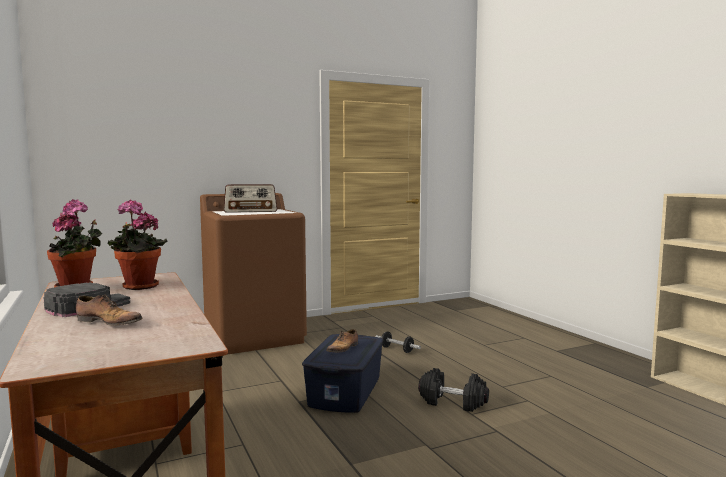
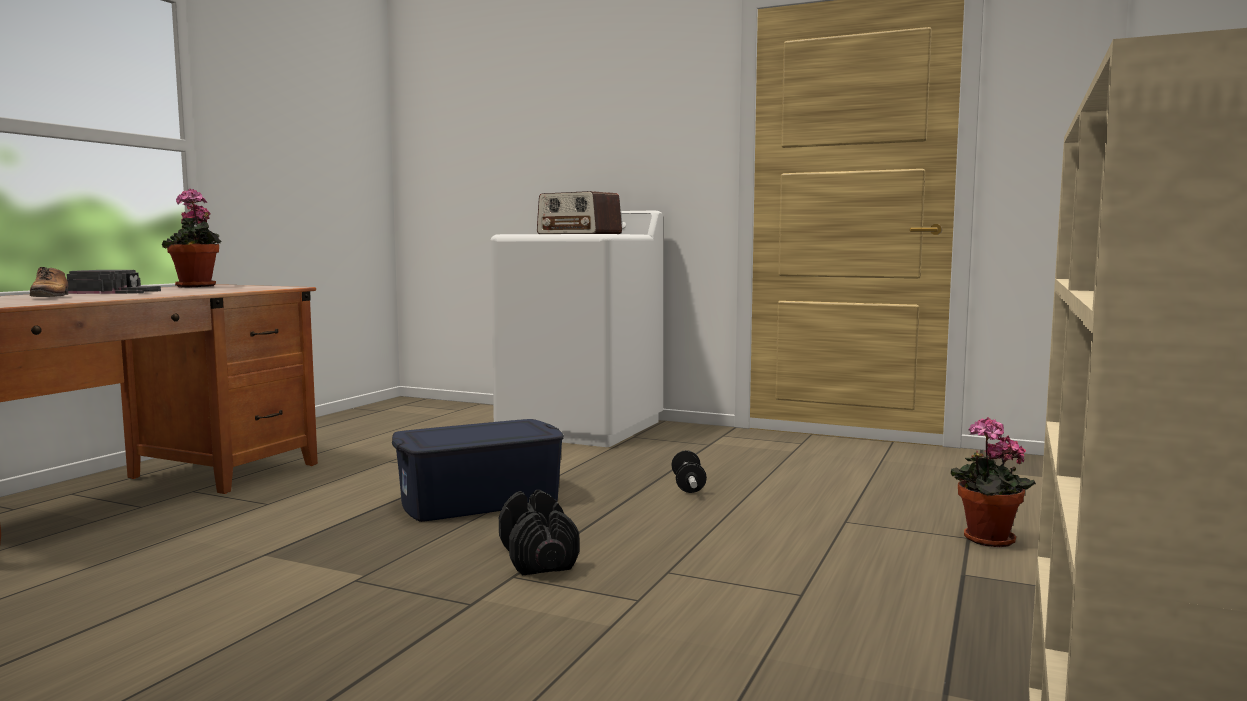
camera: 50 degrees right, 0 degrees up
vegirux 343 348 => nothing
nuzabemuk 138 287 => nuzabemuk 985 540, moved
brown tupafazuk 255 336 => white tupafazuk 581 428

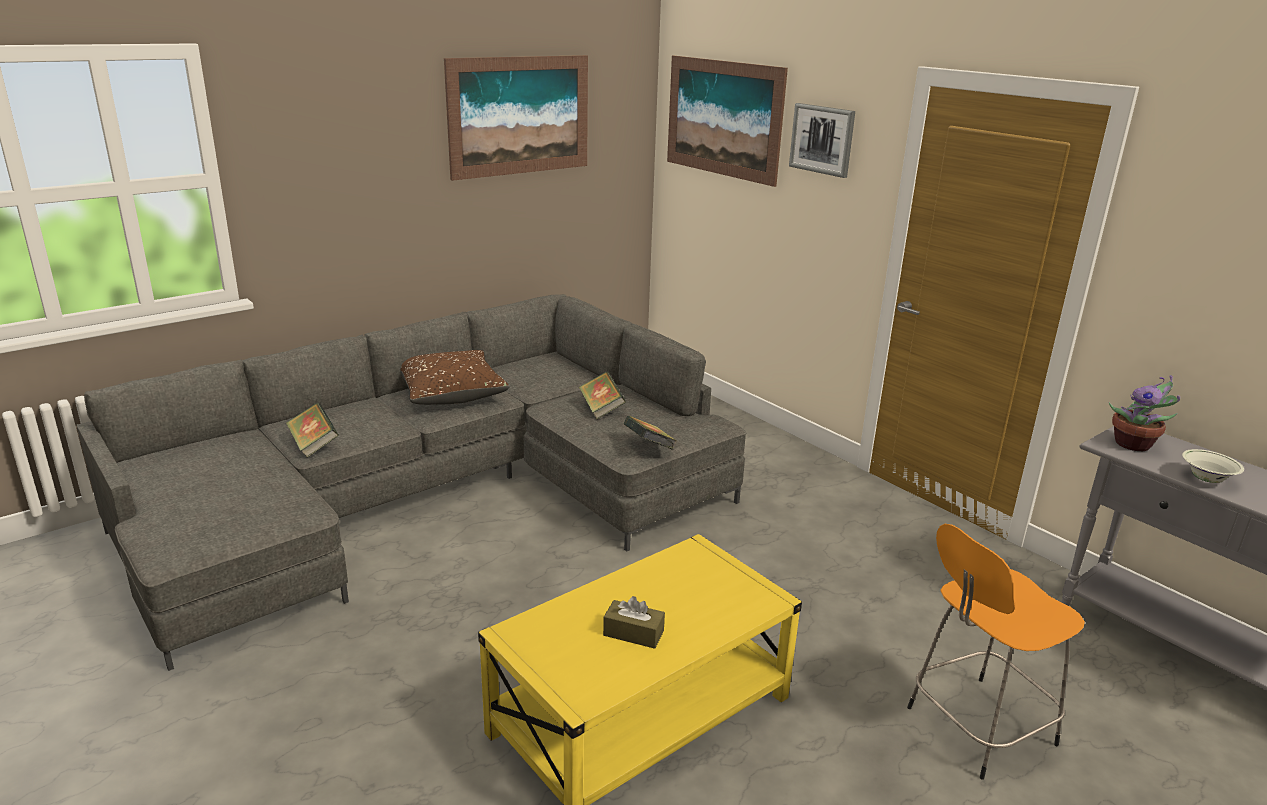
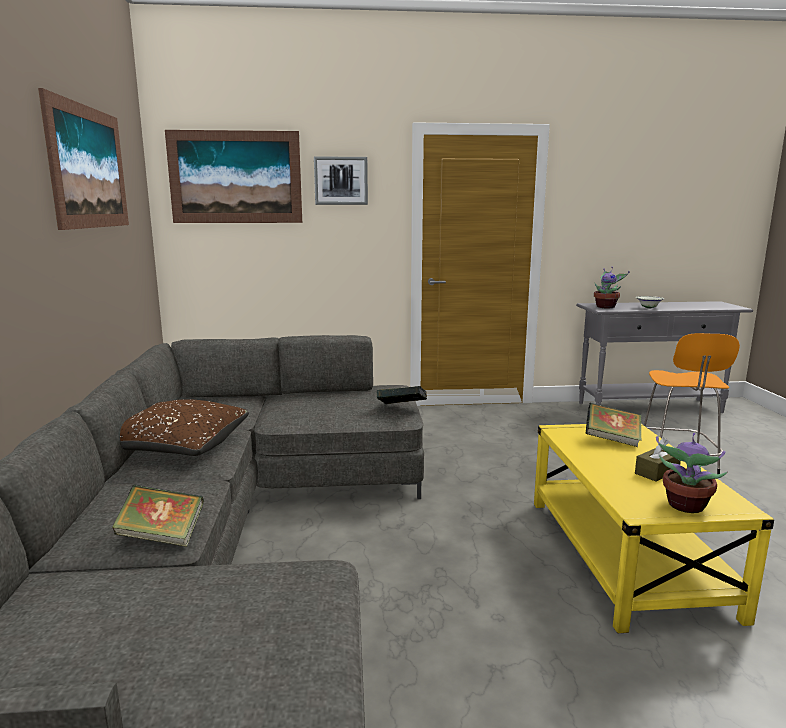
camera: 55 degrees left, 10 degrees down
nothing => nuzabemuk 685 506
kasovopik 601 409 => kasovopik 612 440, moved

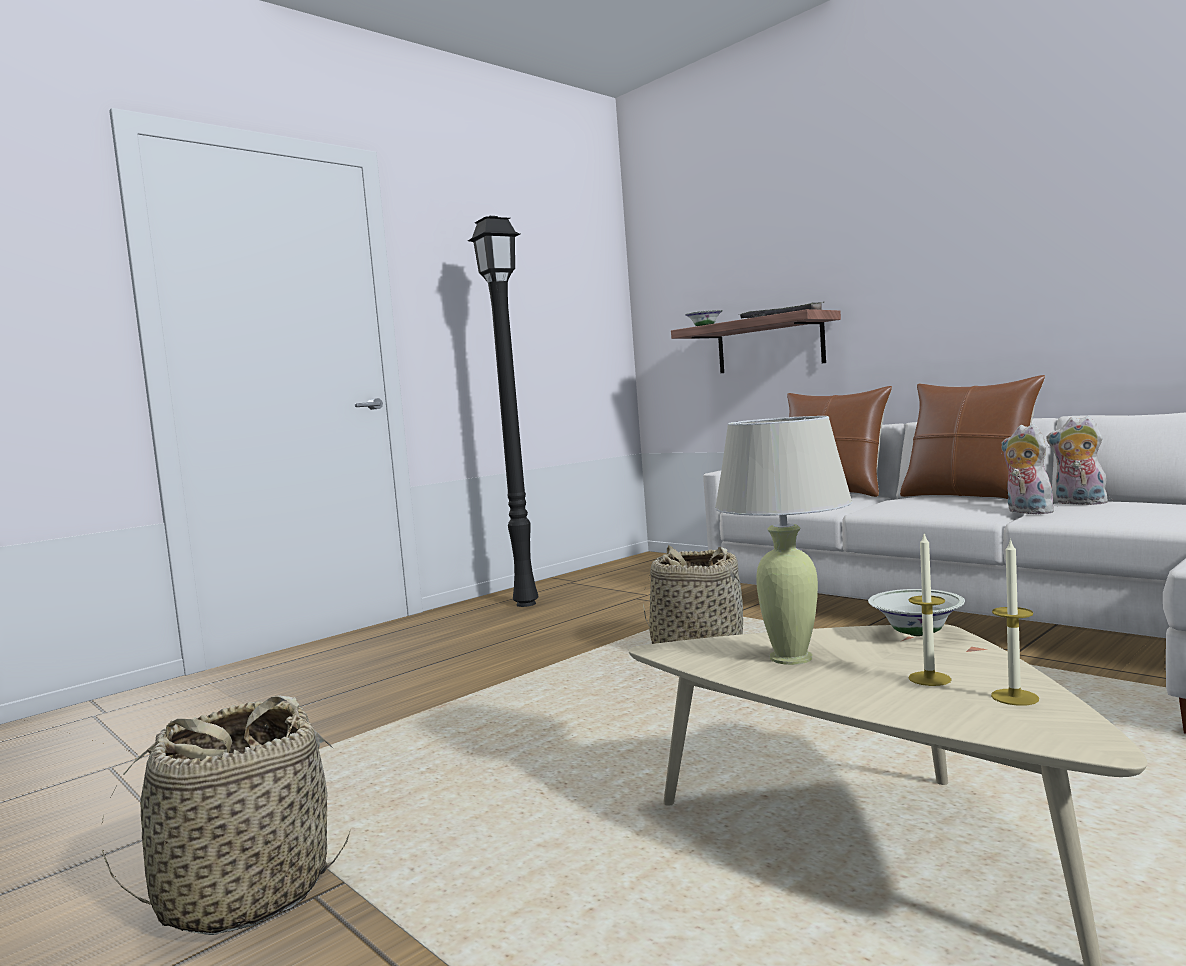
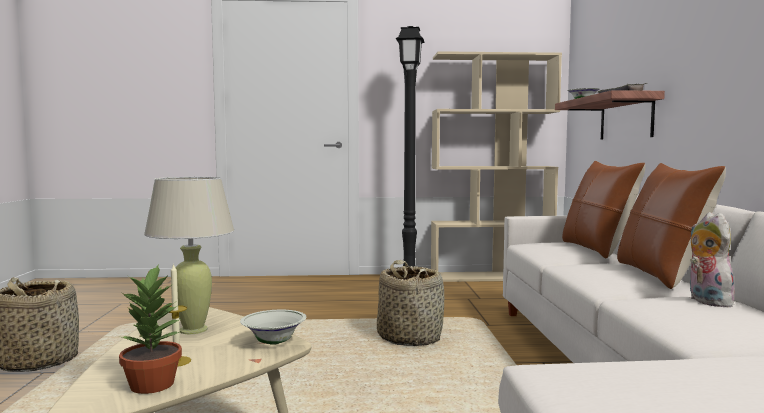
camera: 40 degrees right, 0 degrees up
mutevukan 1026 512 => nothing
nothing => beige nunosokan 491 277
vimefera 1014 697 => nuzabemuk 153 384

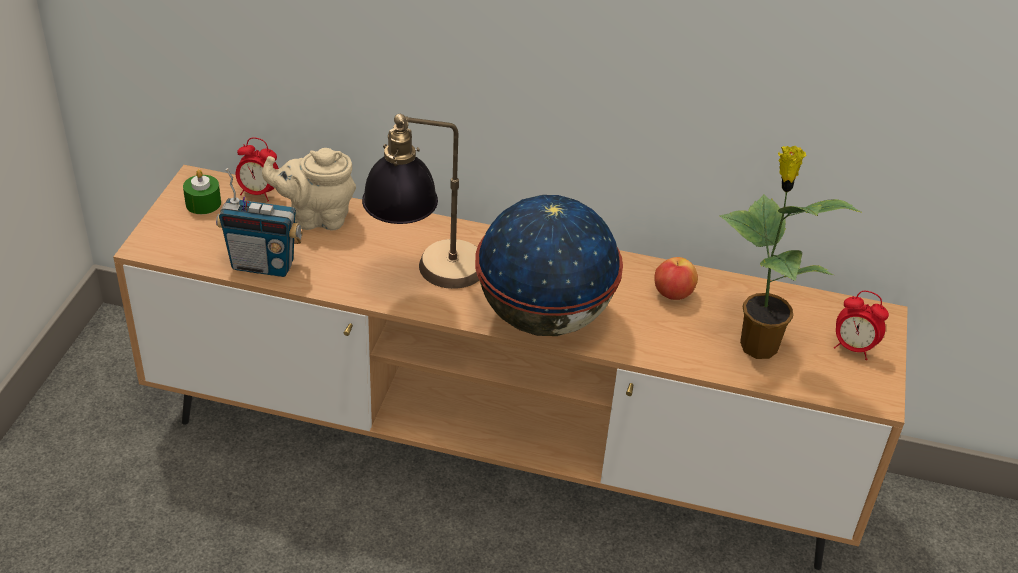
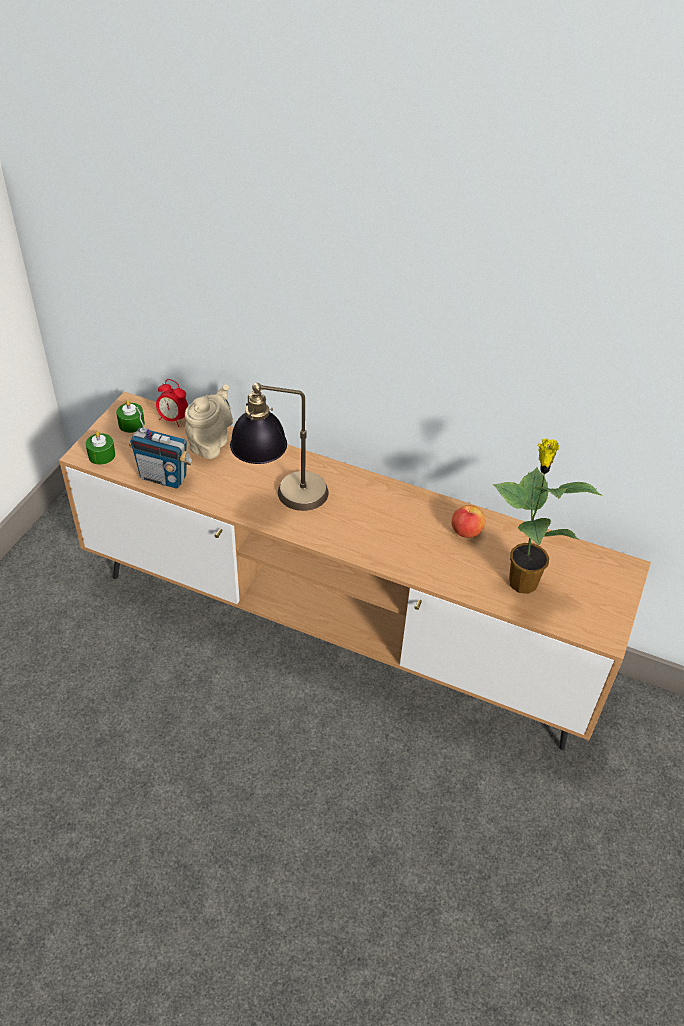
camera: 10 degrees right, 5 degrees up
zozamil 543 318 => nothing
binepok 853 348 => nothing
nothing => green vimefera 101 455
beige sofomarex 316 217 => beige sofomarex 211 443, 105 degrees clockwise

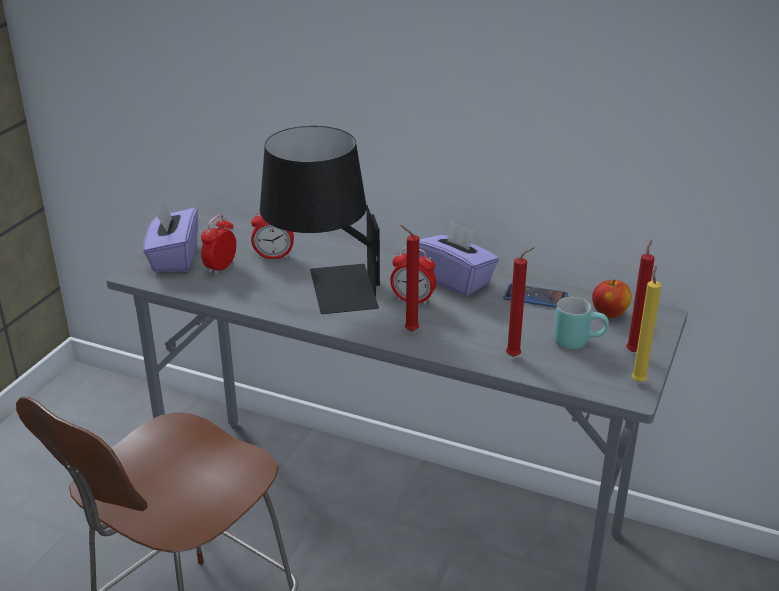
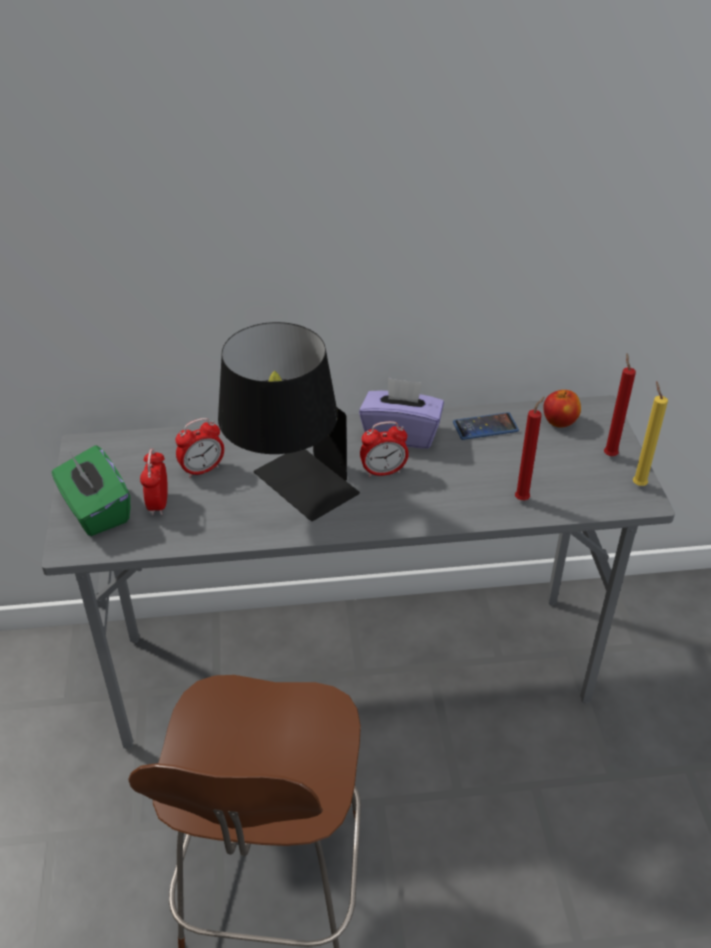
camera: 30 degrees left, 10 degrees up
red vimefera 409 330 => nothing
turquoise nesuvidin 578 341 => nothing
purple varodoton 174 258 => green varodoton 96 510

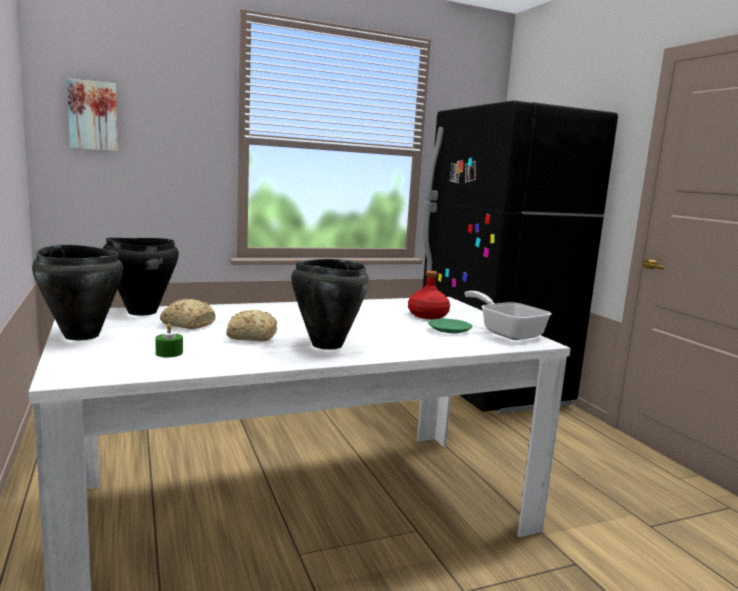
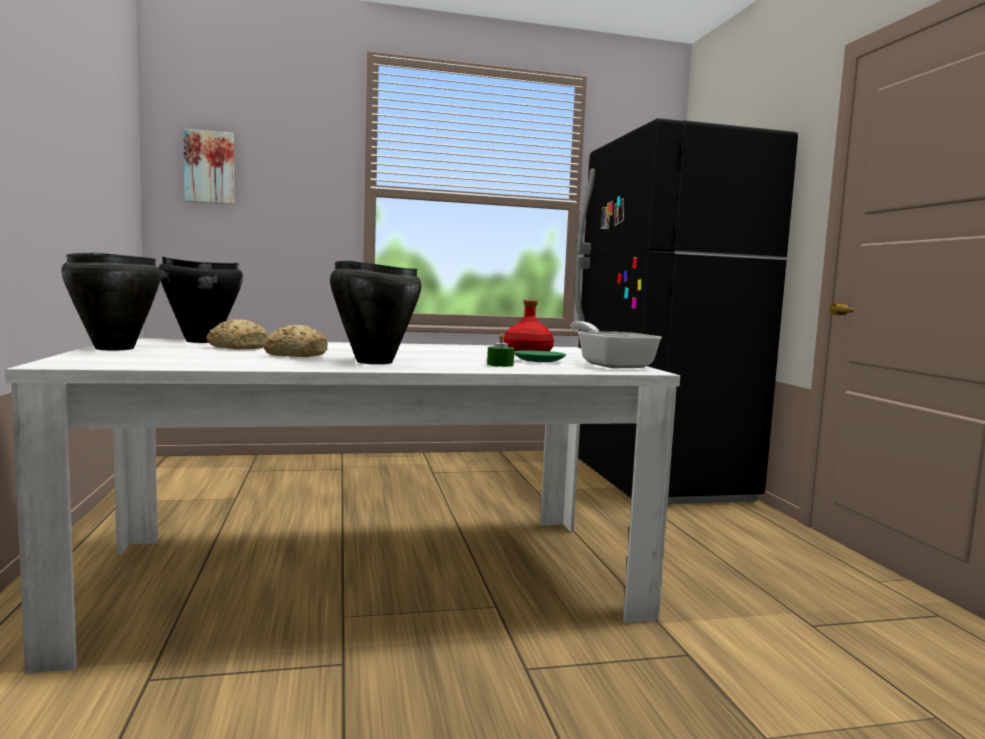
camera: 10 degrees right, 5 degrees down
green vimefera 169 353 => green vimefera 500 365, moved

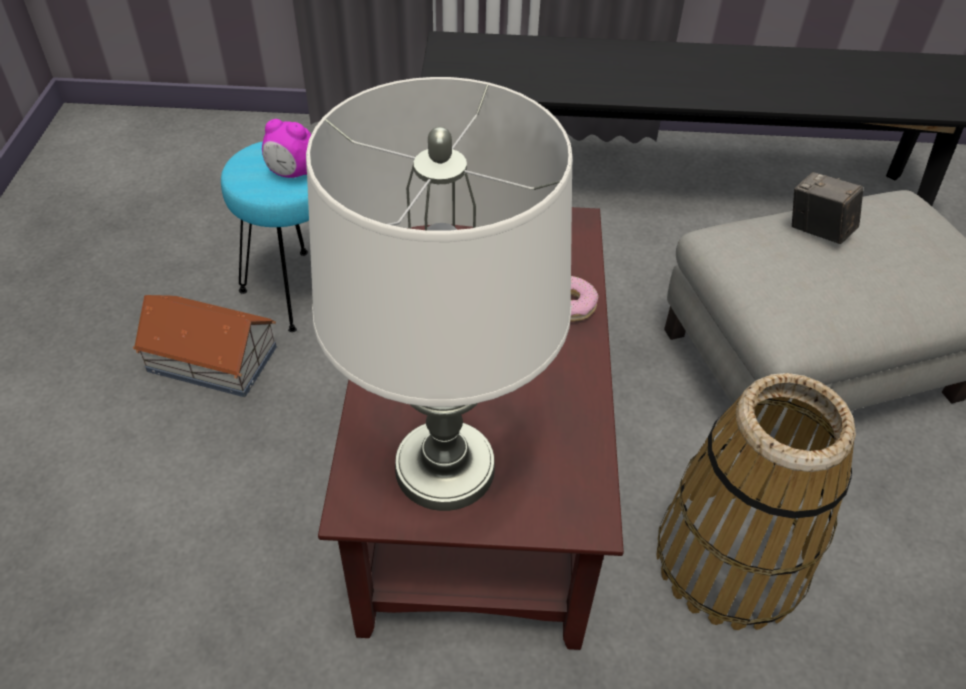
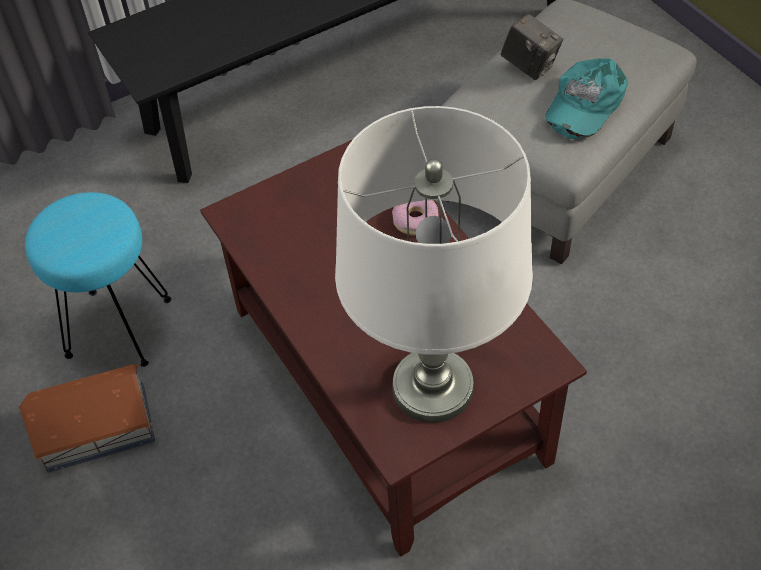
camera: 30 degrees left, 5 degrees up
binepok 292 173 => nothing
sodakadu 730 560 => nothing
nothing => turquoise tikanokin 584 103
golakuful 817 231 => golakuful 529 66, 150 degrees counterclockwise

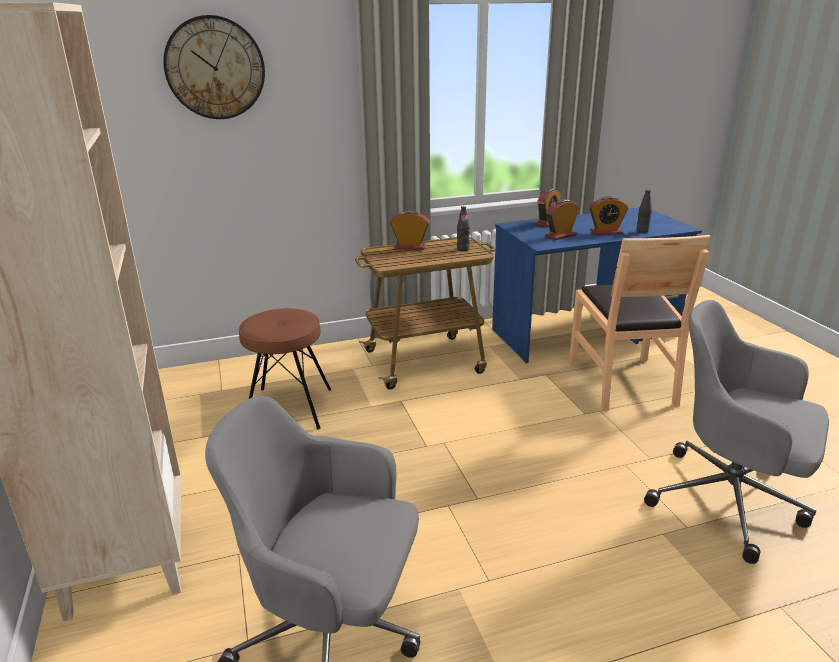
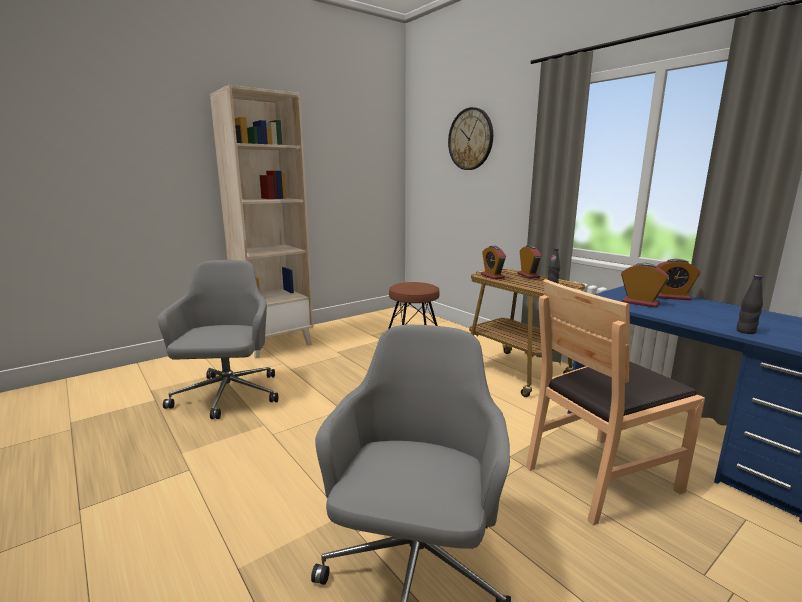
camera: 70 degrees right, 10 degrees down
binepok 606 232 => binepok 492 276, moved

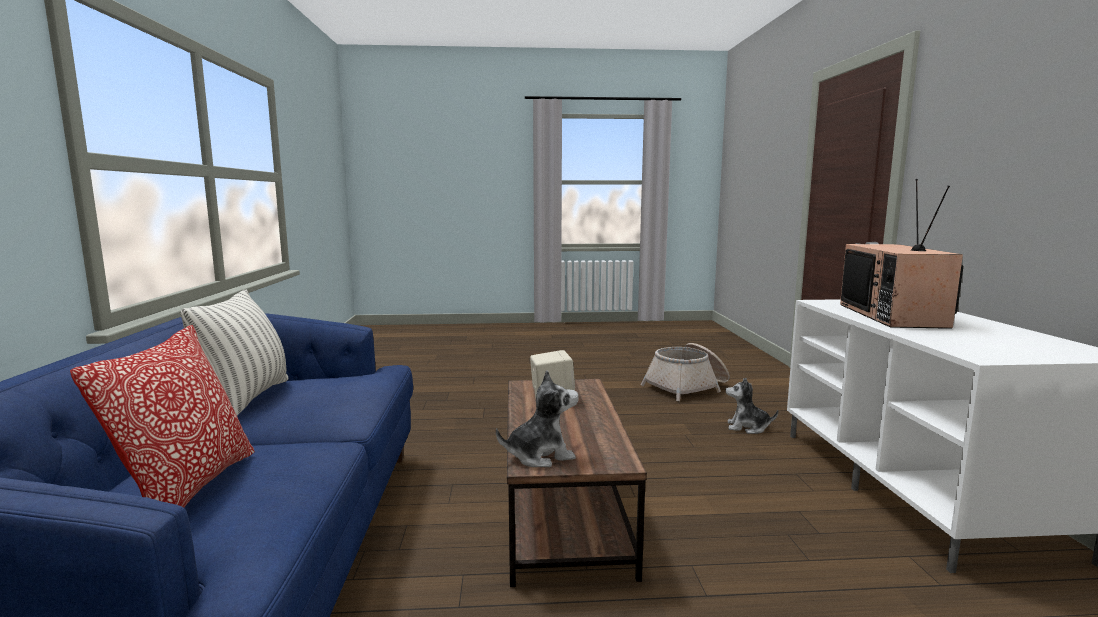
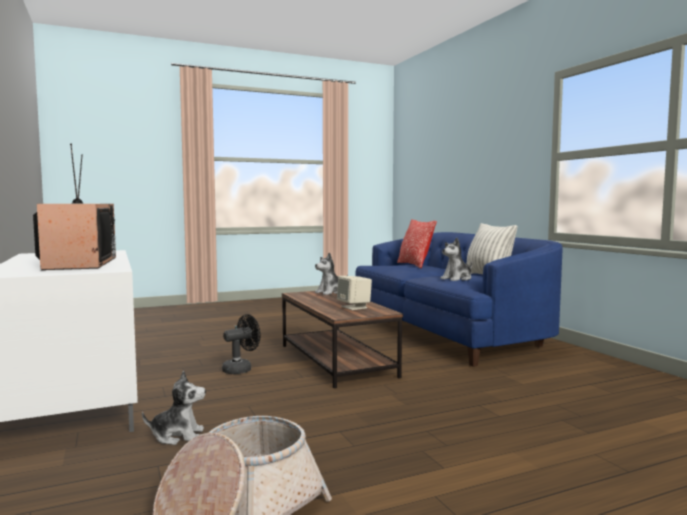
camera: 160 degrees right, 5 degrees down
nothing => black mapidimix 241 369
nothing => mutevukan 457 279

